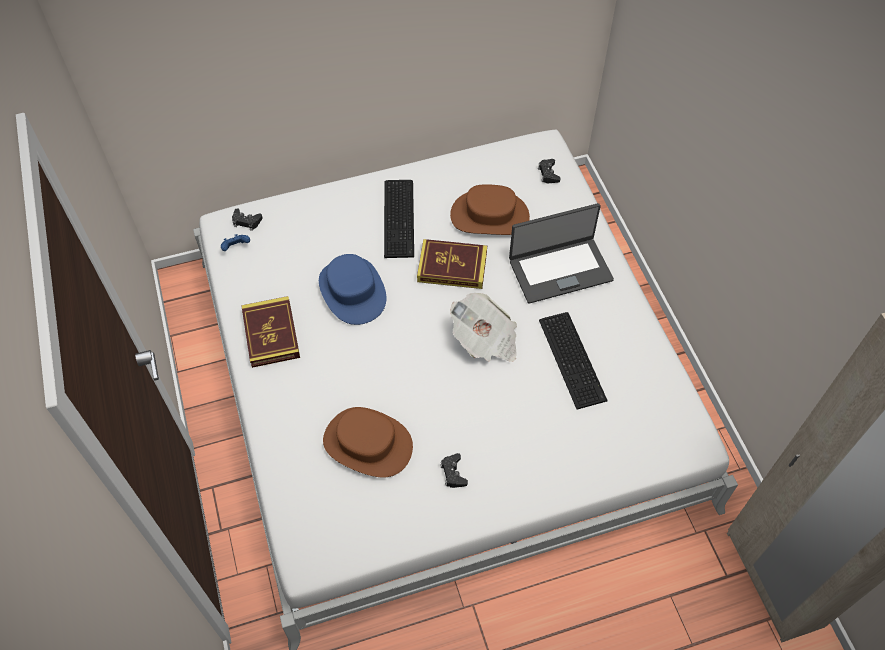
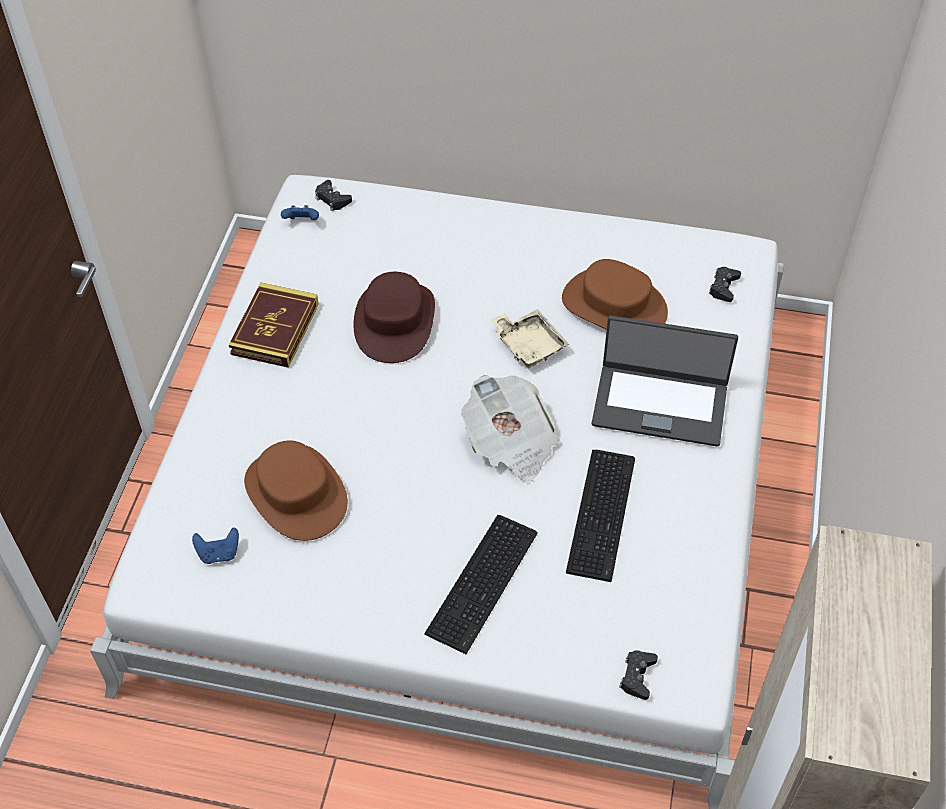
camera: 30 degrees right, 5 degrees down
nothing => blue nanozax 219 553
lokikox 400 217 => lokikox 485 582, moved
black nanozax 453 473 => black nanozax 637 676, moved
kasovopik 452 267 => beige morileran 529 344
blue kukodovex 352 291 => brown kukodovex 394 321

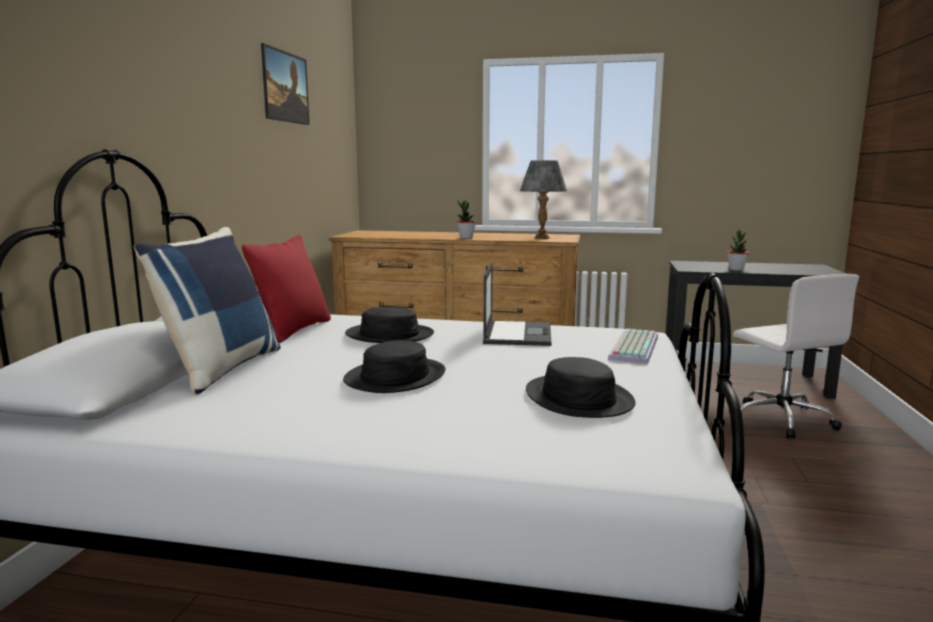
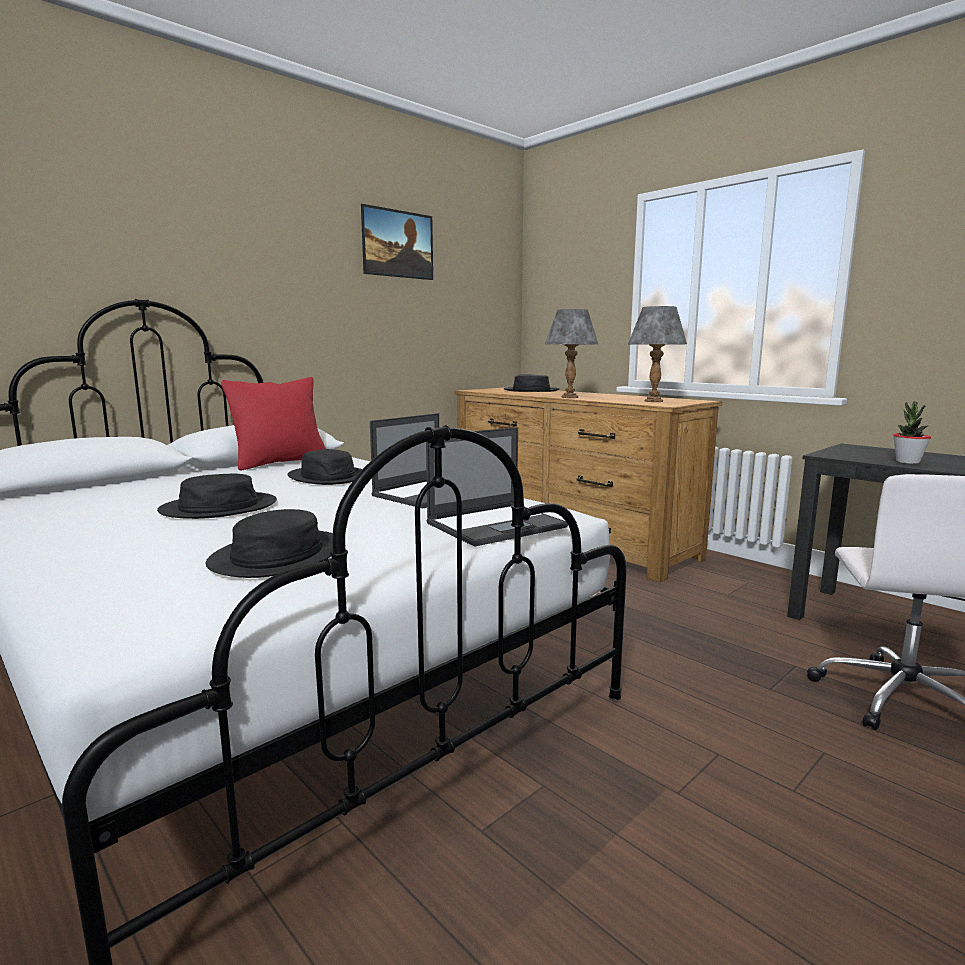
camera: 35 degrees right, 0 degrees up
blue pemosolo 220 368 => nothing
nothing => black kukodovex 531 390
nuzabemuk 466 238 => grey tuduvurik 569 397
lokikox 632 347 => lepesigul 497 525

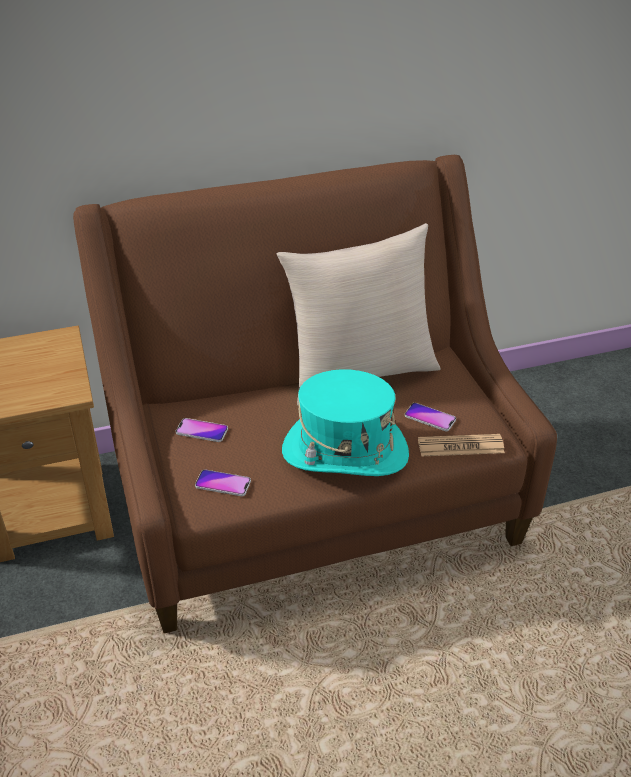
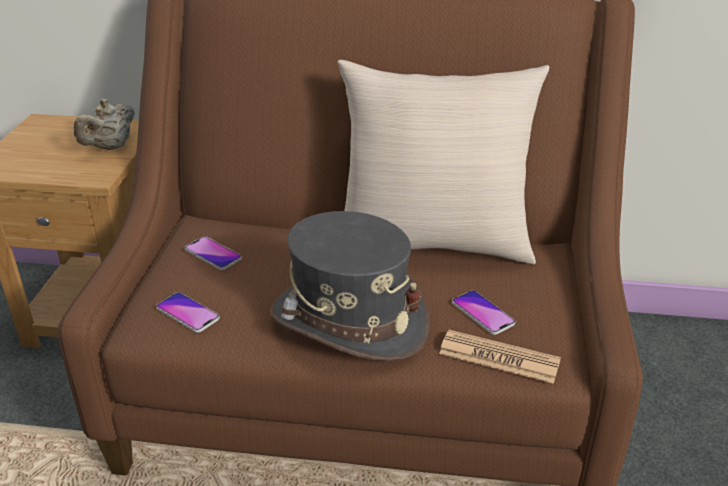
camera: 25 degrees right, 5 degrees down
nothing => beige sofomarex 110 147
turquoise kukodovex 344 452 => grey kukodovex 349 321

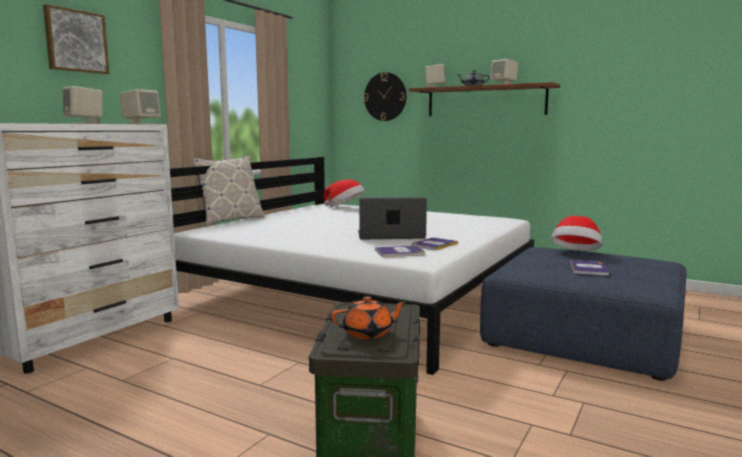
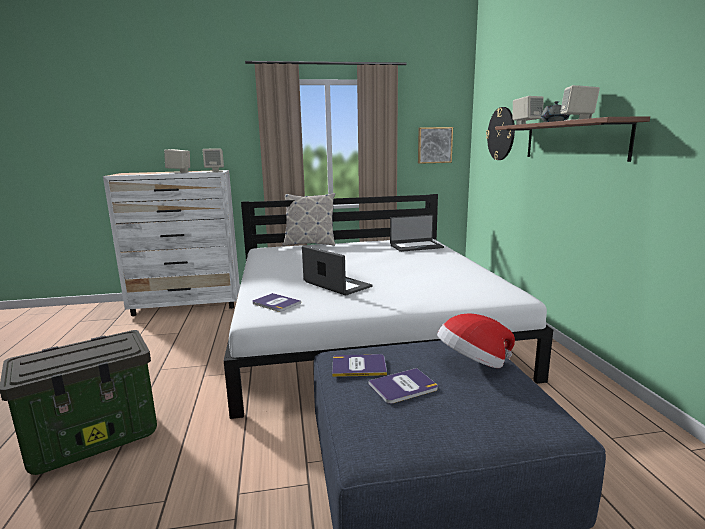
camera: 50 degrees right, 5 degrees up
orange sofomarex 368 333 => nothing
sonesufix 75 41 => sonesufix 434 145, moved
kasovopik 434 244 => kasovopik 359 366, moved
kukodovex 345 207 => lepesigul 416 246

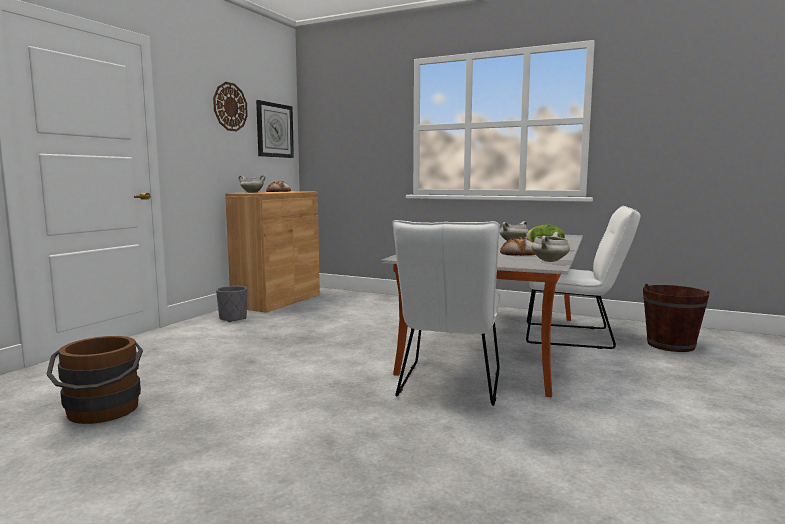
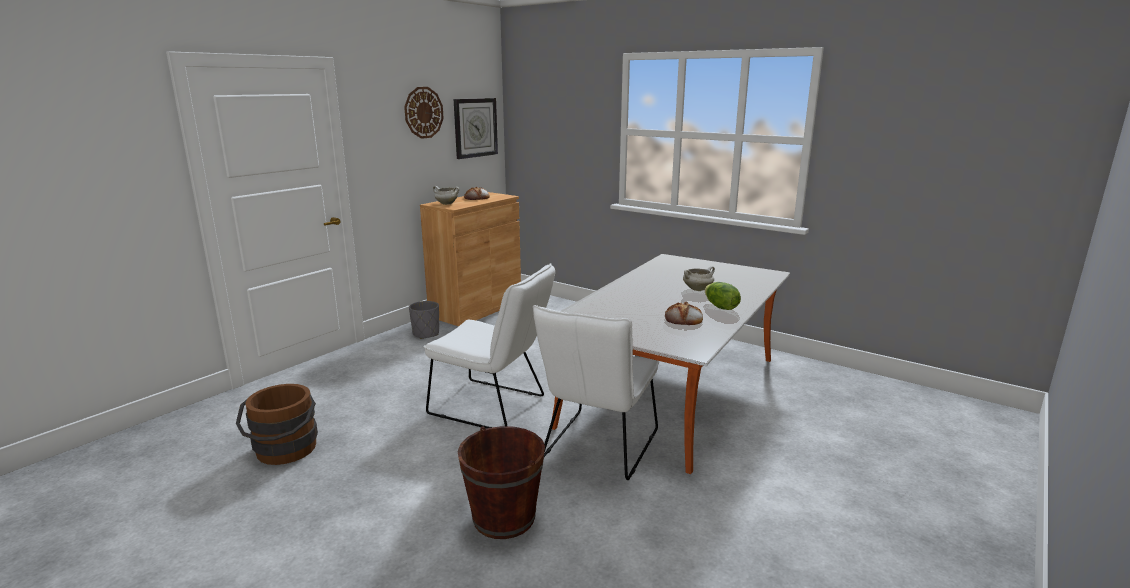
camera: 10 degrees right, 10 degrees up
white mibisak 550 261 => nothing
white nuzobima 575 336 => white nuzobima 494 407, moved
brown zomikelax 670 345 => brown zomikelax 504 518, moved

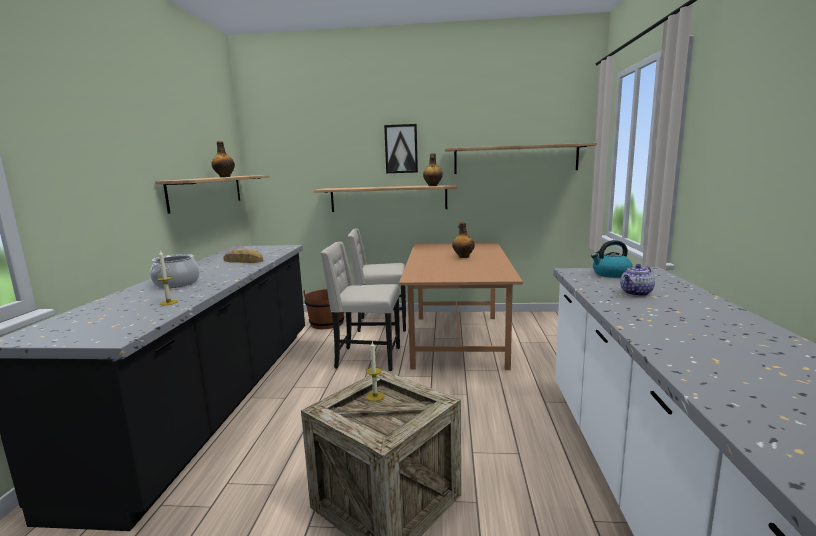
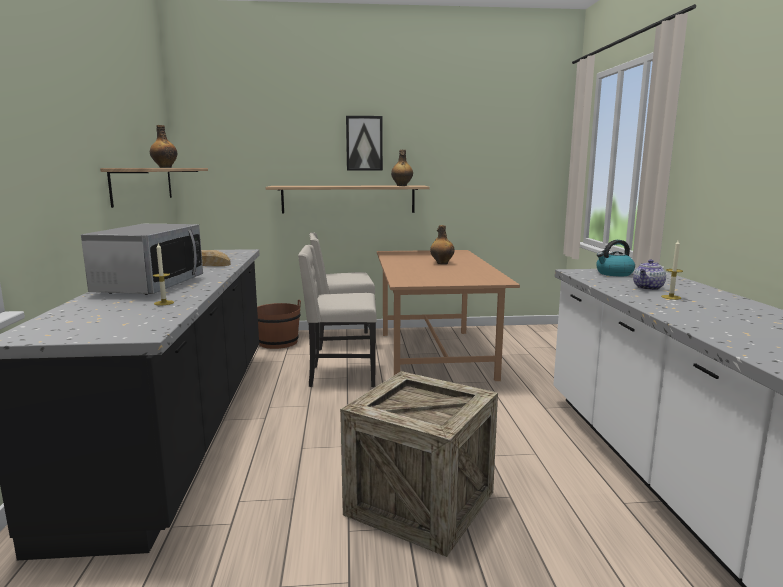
camera: 10 degrees left, 0 degrees up
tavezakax 515 159 => nothing
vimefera 375 396 => vimefera 671 297, moved
mibisak 176 283 => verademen 150 286

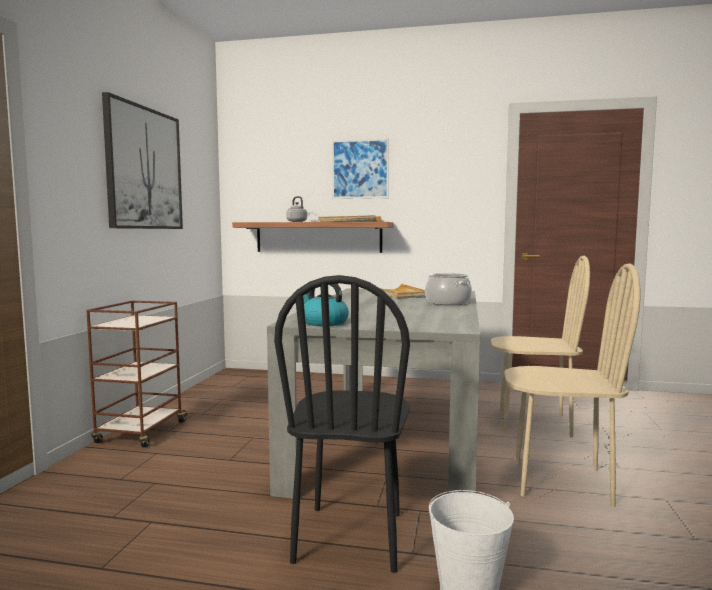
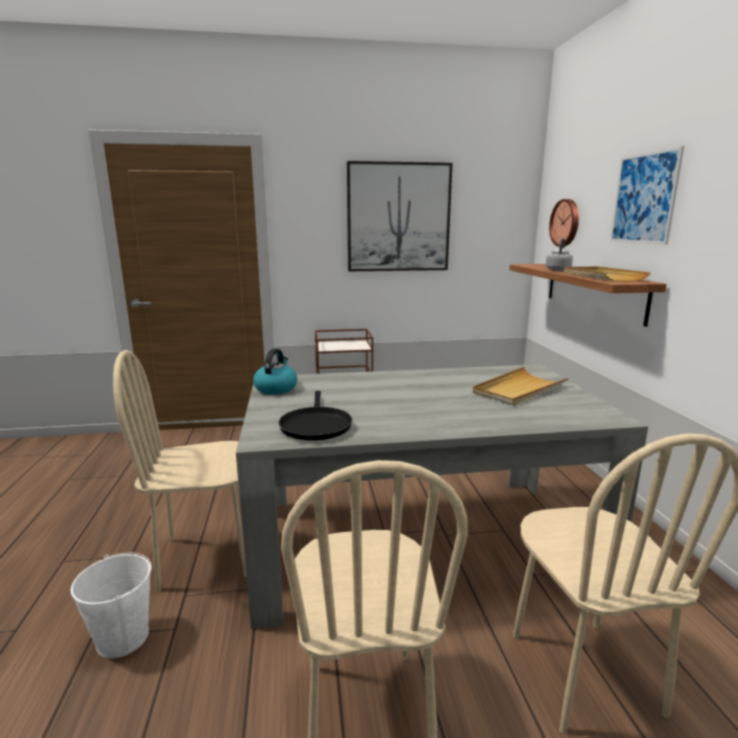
camera: 70 degrees right, 10 degrees up
mibisak 447 303 => nothing
nothing => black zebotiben 315 425
nothing => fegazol 566 223
black nuzobima 350 537 => beige nuzobima 206 557

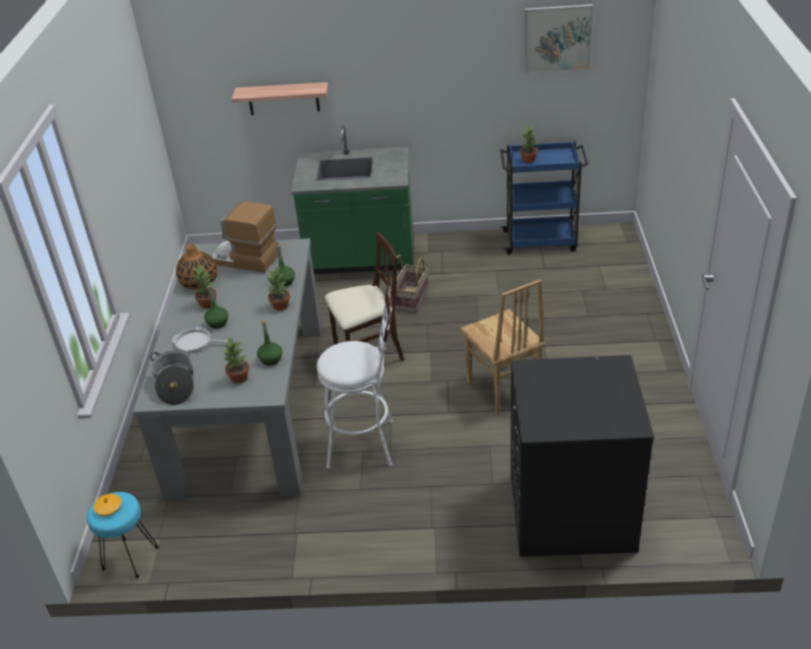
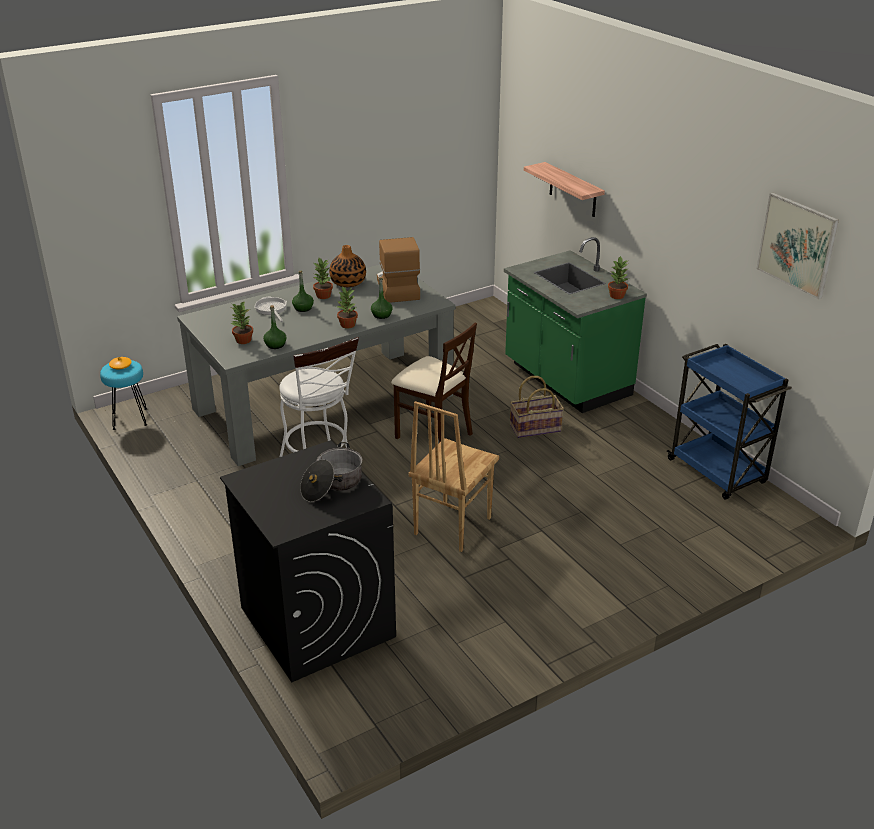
camera: 55 degrees right, 5 degrees down
mibisak 176 385 => mibisak 332 485, moved
nuzabemuk 528 159 => nuzabemuk 617 296, moved

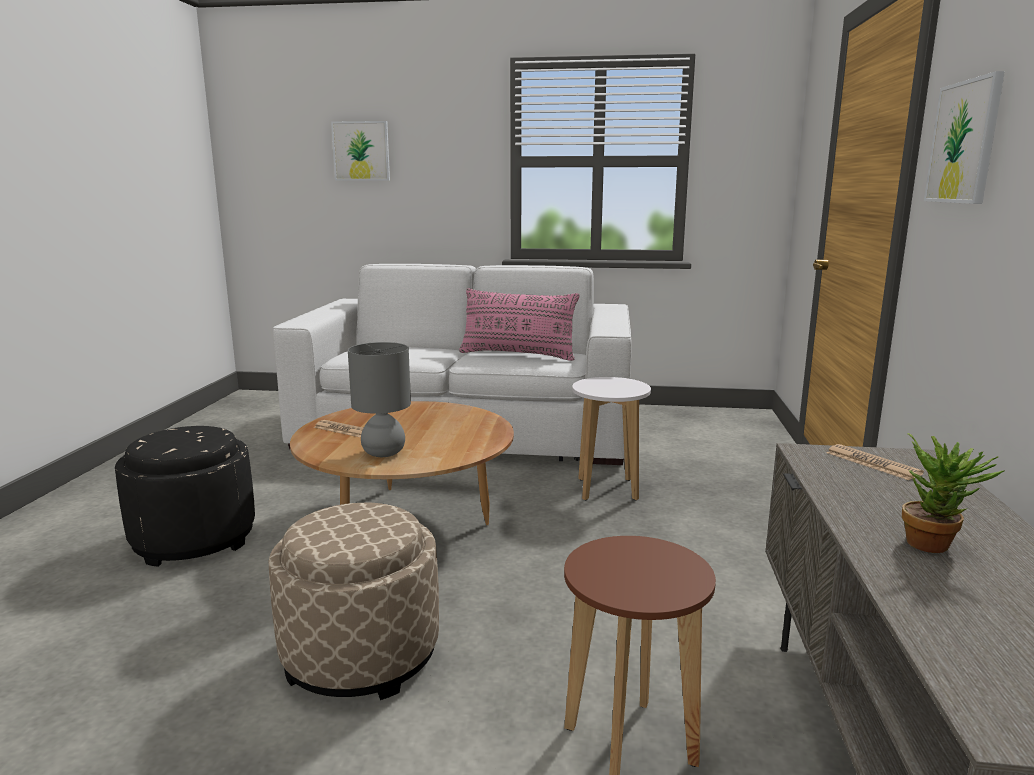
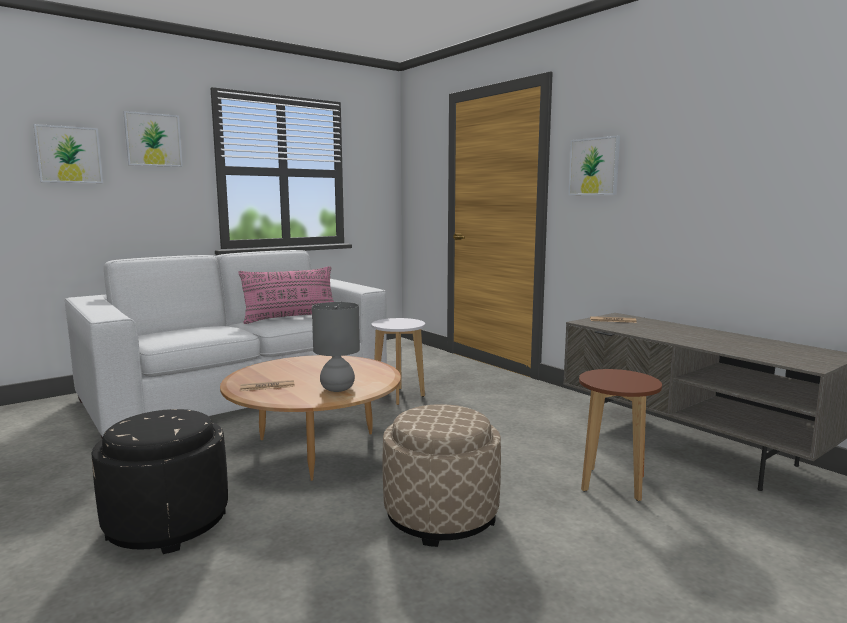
camera: 45 degrees left, 5 degrees down
nuzabemuk 935 544 => nothing
nothing => sonesufix 153 140

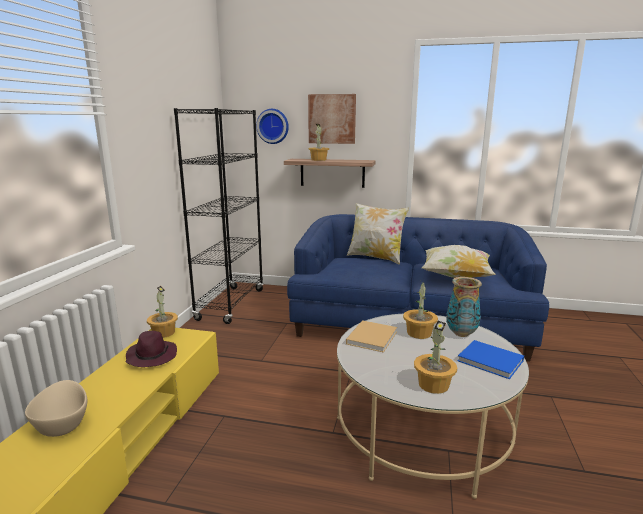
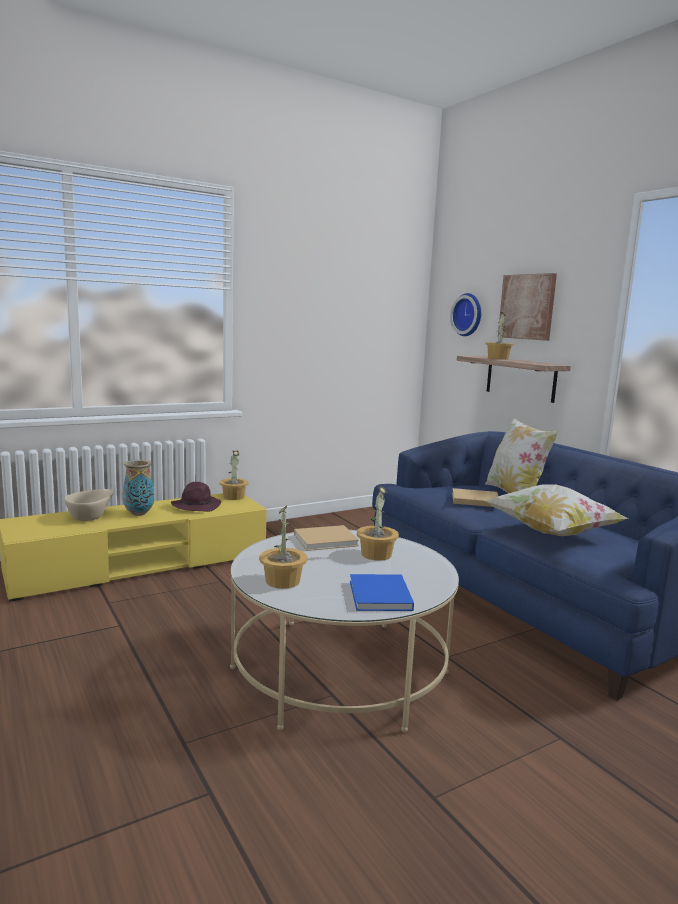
camera: 45 degrees right, 5 degrees down
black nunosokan 231 304 => nothing
nothing => beige kasovopik 473 500
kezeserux 461 334 => kezeserux 138 513, moved

